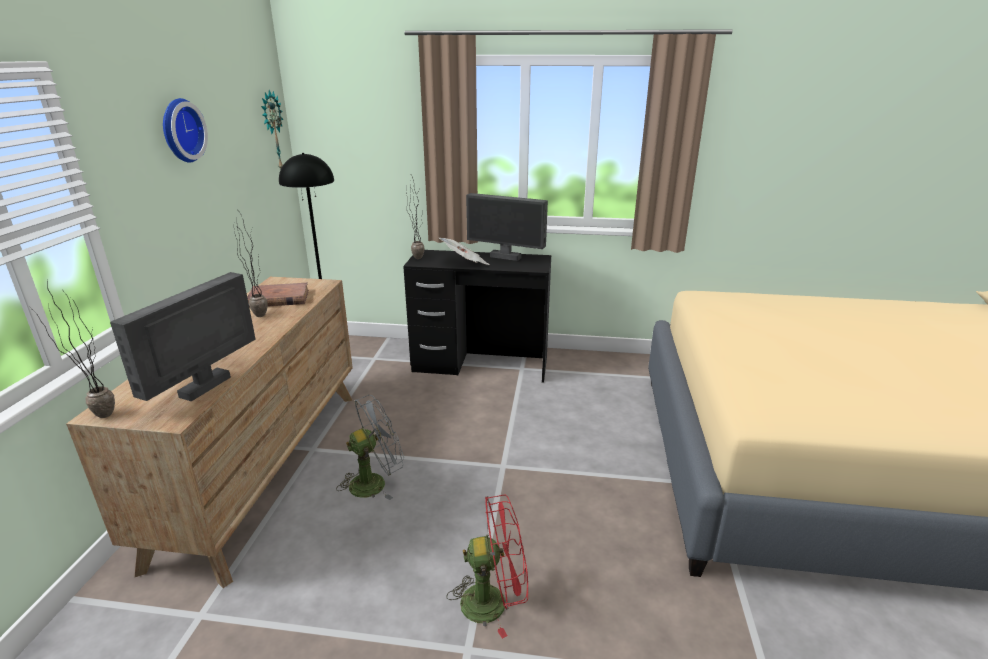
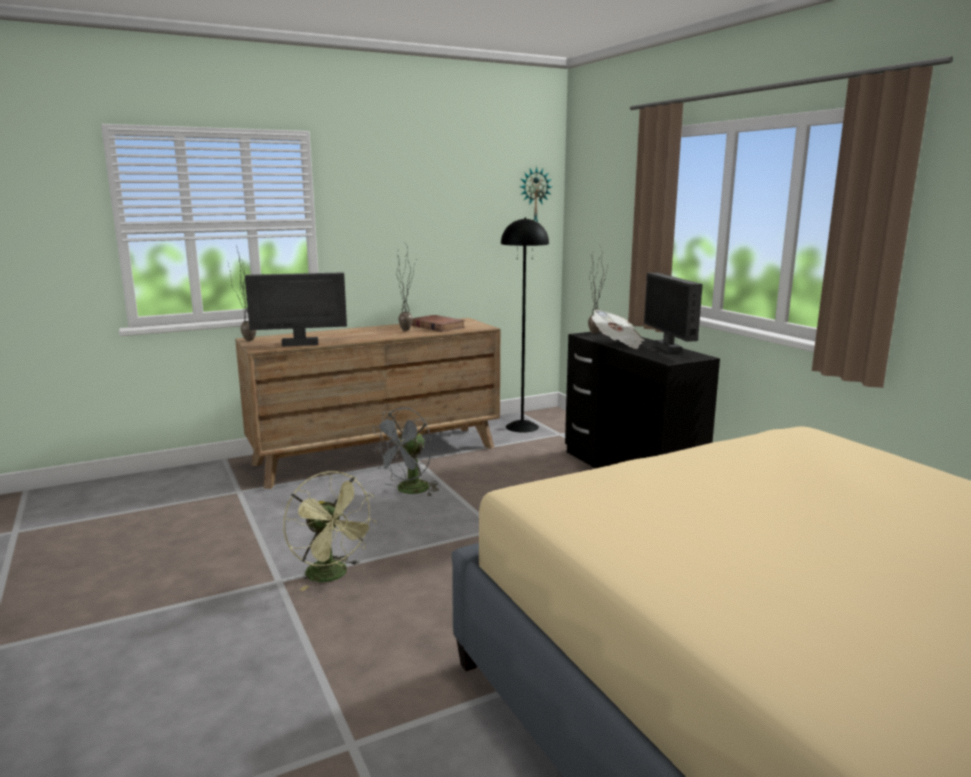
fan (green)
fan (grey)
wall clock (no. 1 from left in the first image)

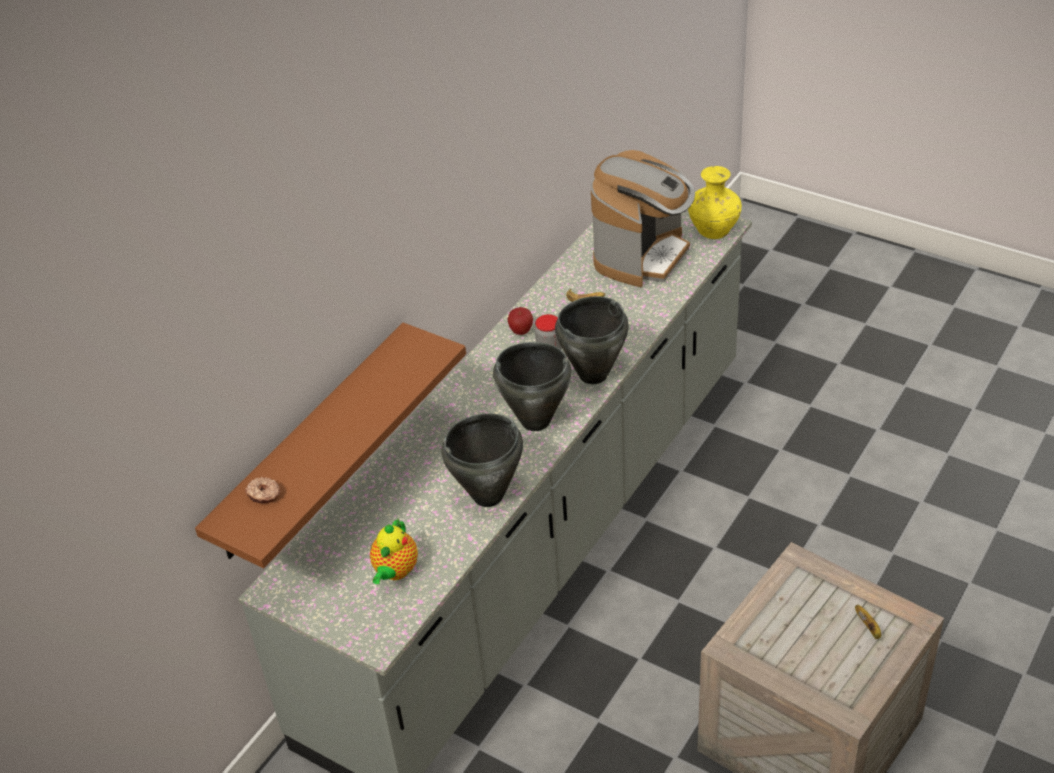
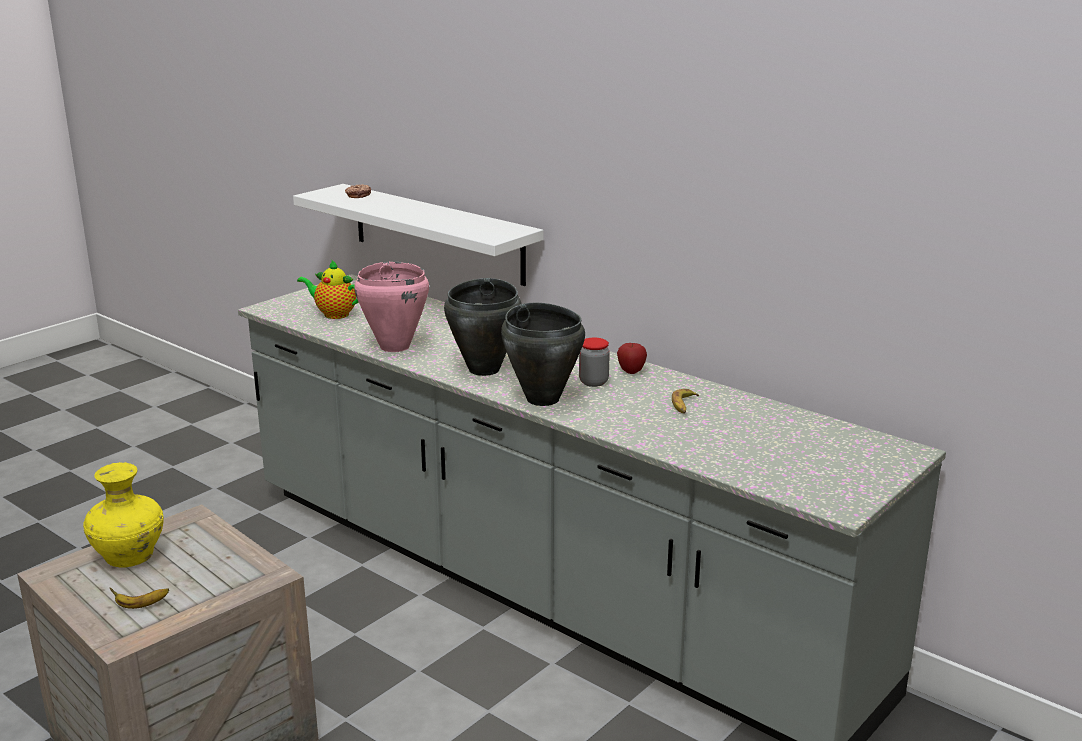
vase (yellow)
shelf (white)
cooking pot (pink)
coffee machine

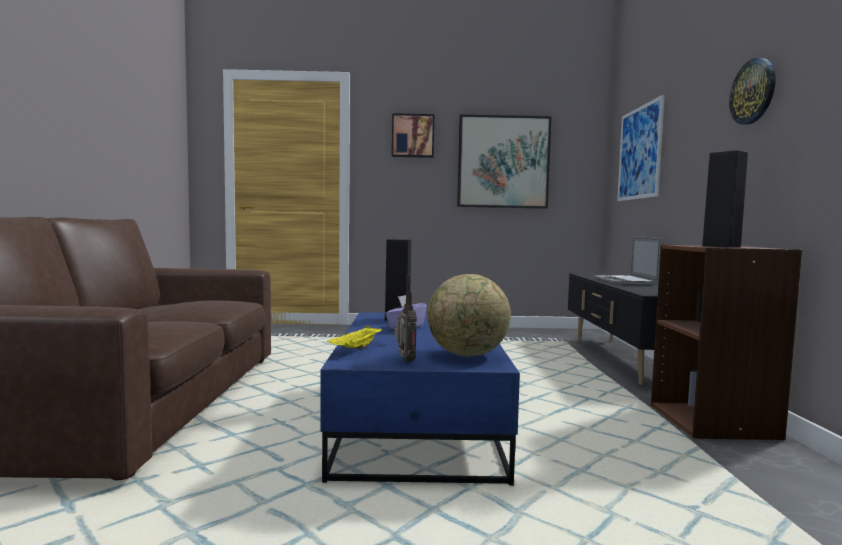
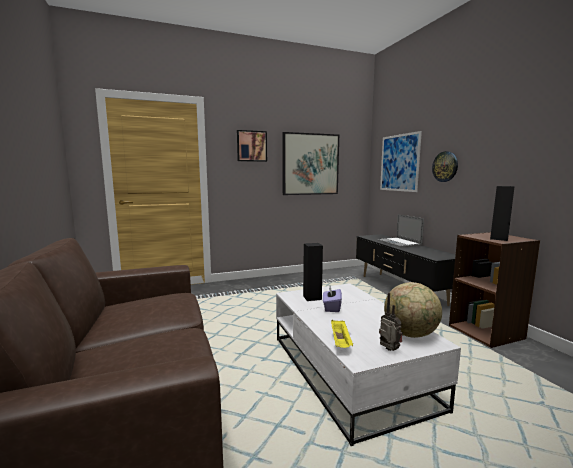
coffee table (white)
wall clock

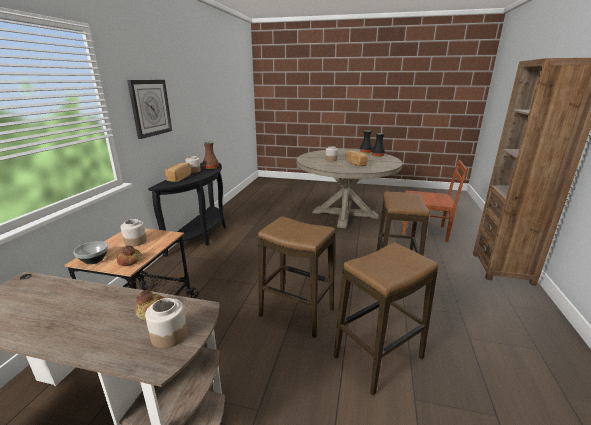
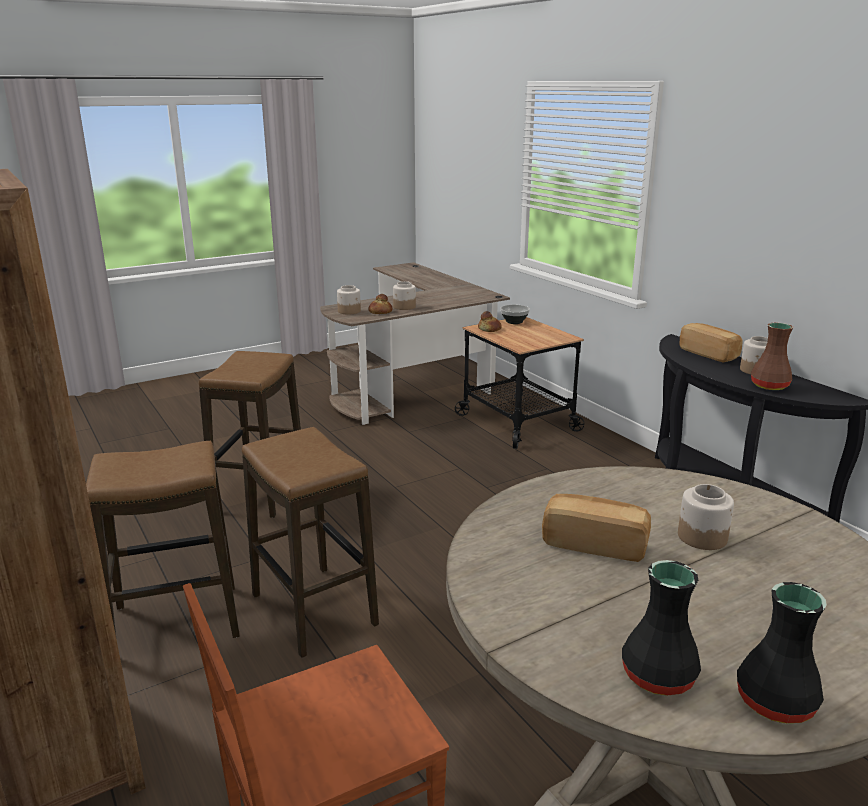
stool (no. 1 from left)
jar (no. 2 from left)
wall clock

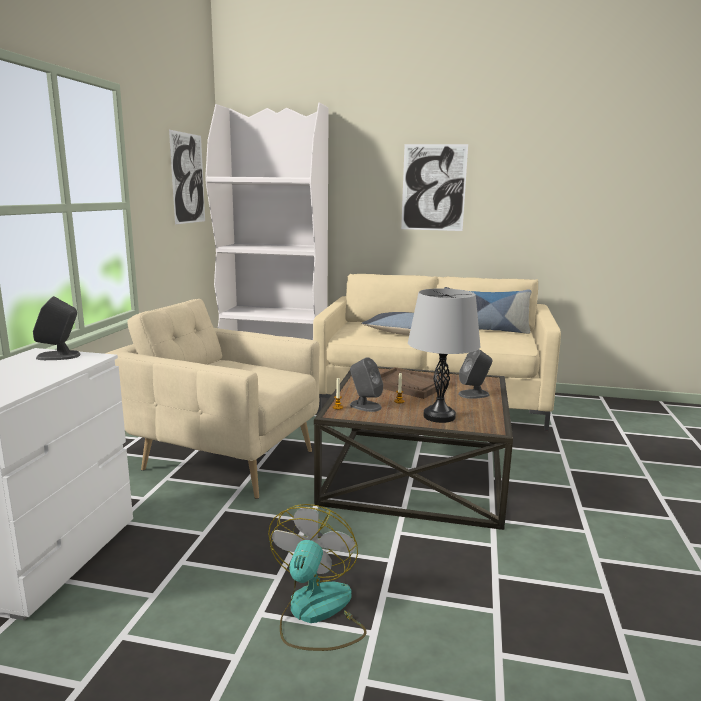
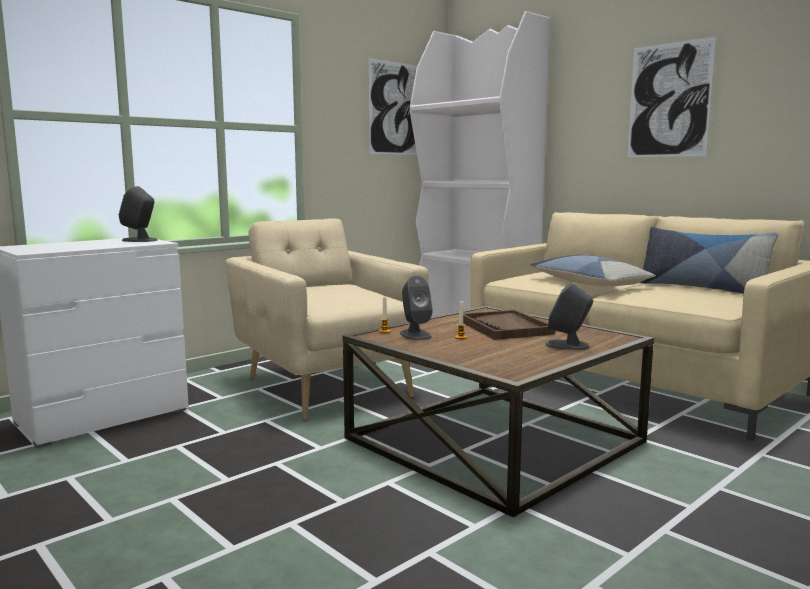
fan
table lamp (grey)

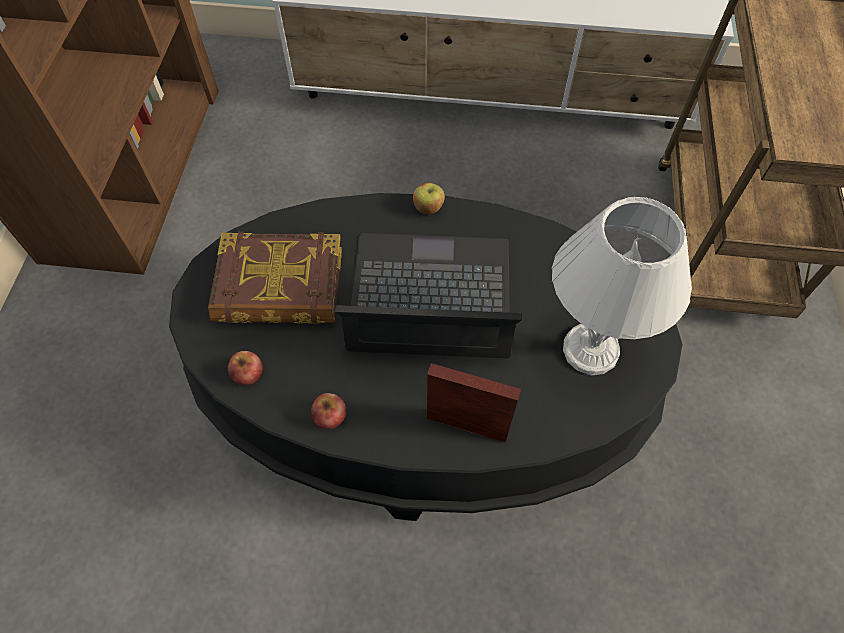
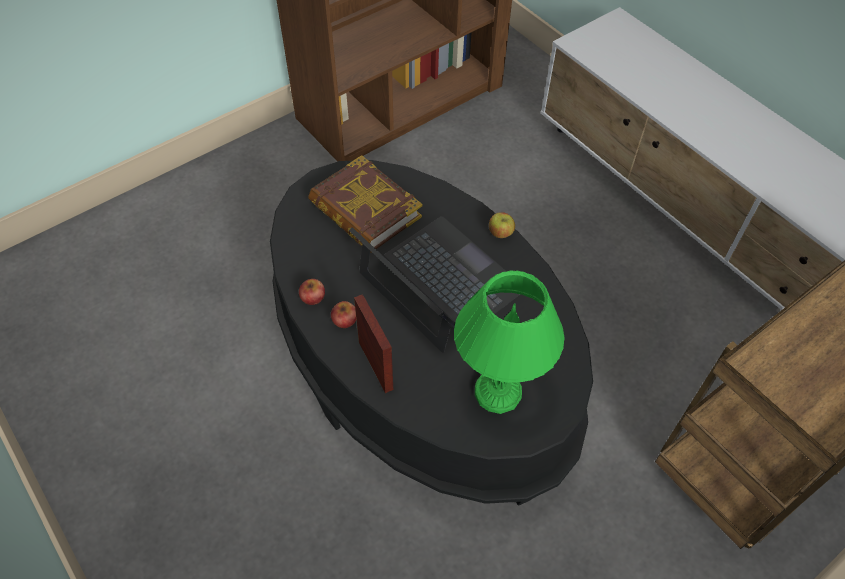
apple (no. 2 from left)
table lamp (green)

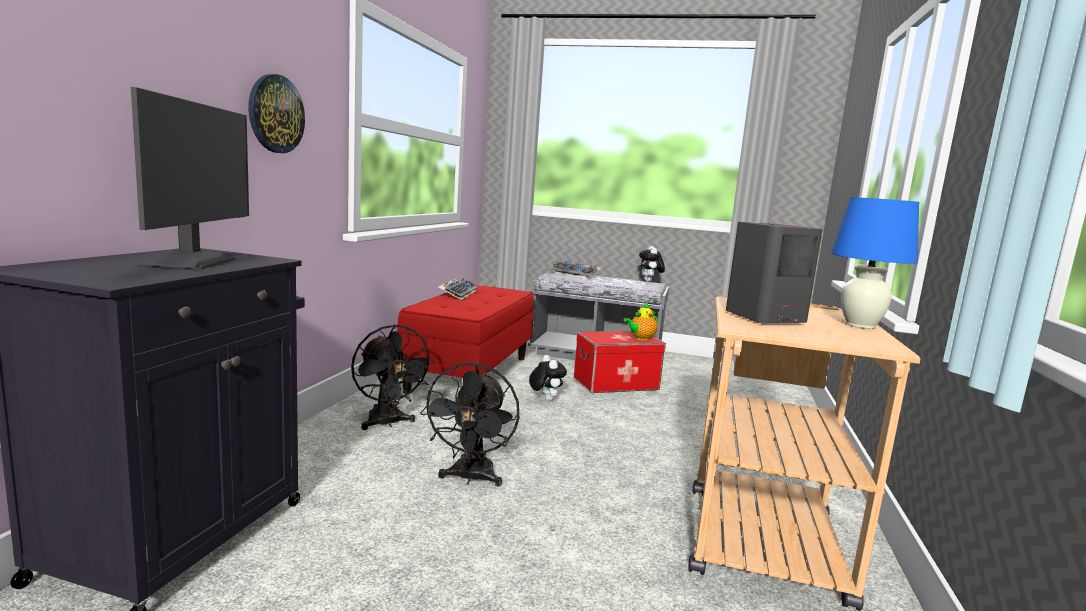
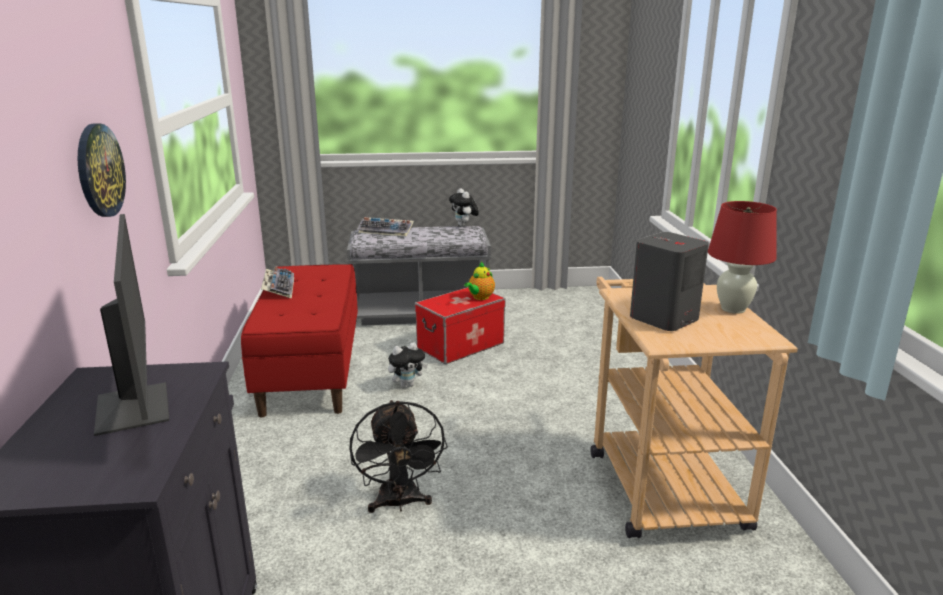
plush toy (no. 1 from left)
table lamp (red)
fan (black) (no. 1 from left in the first image)

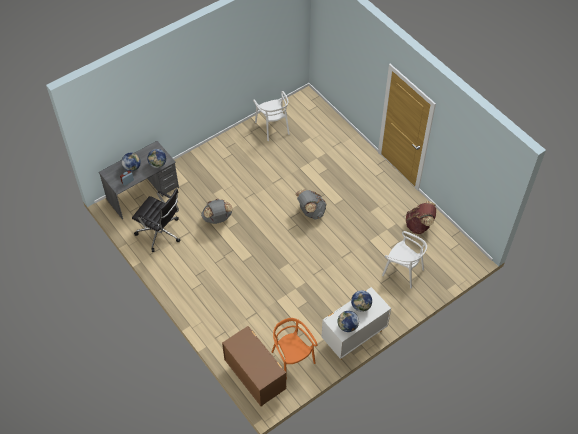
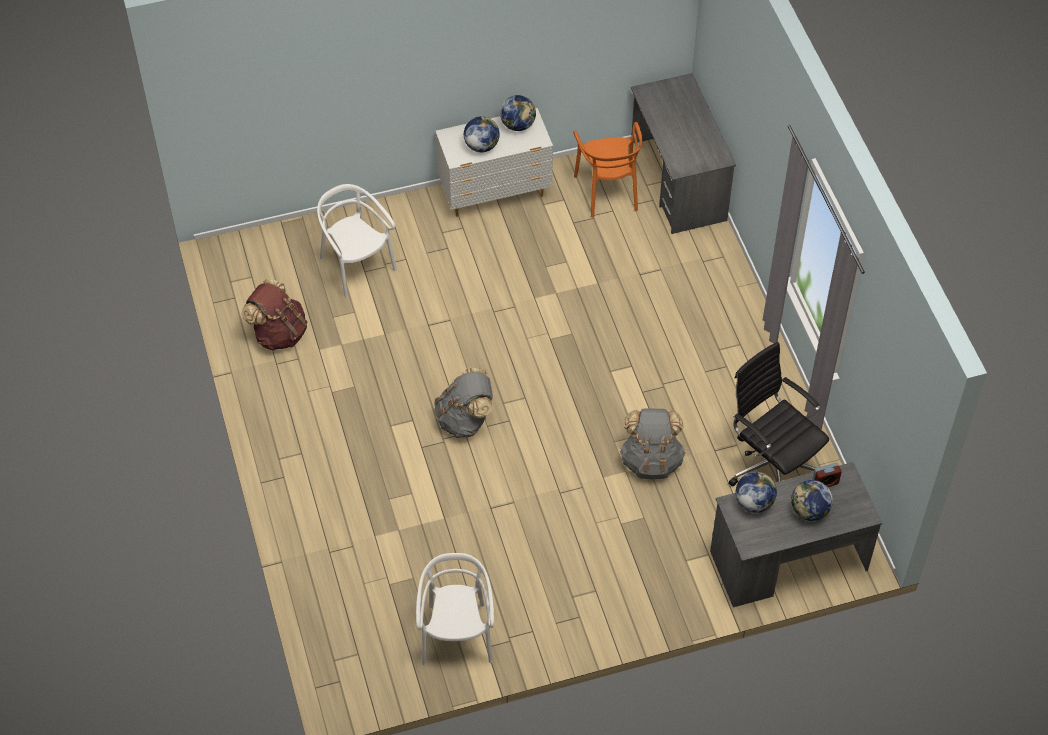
desk (grey) (no. 1 from left)

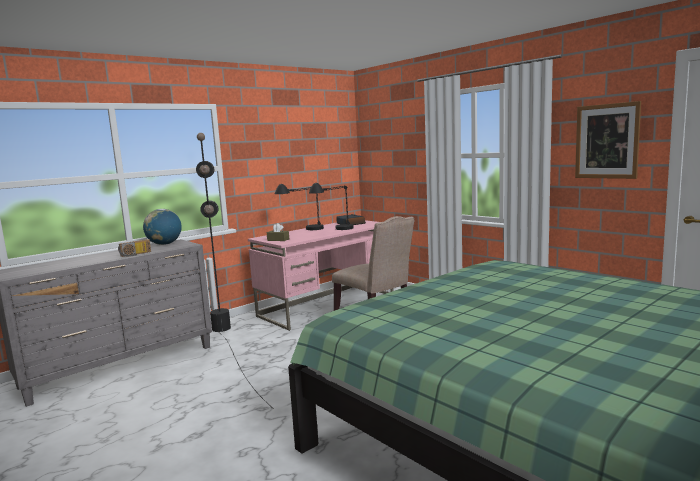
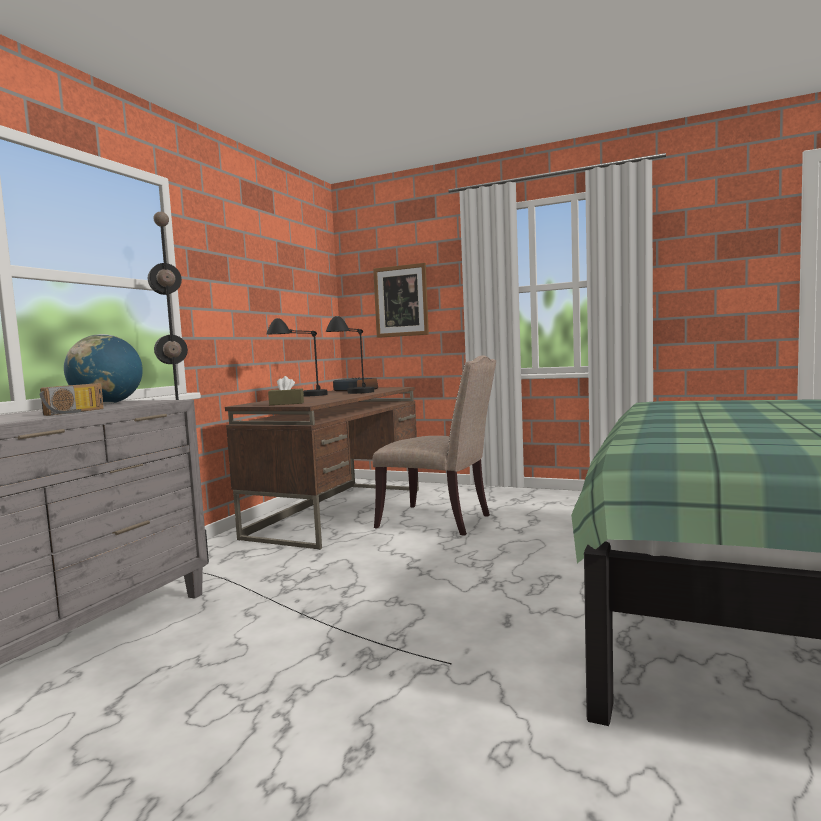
desk (brown)
picture

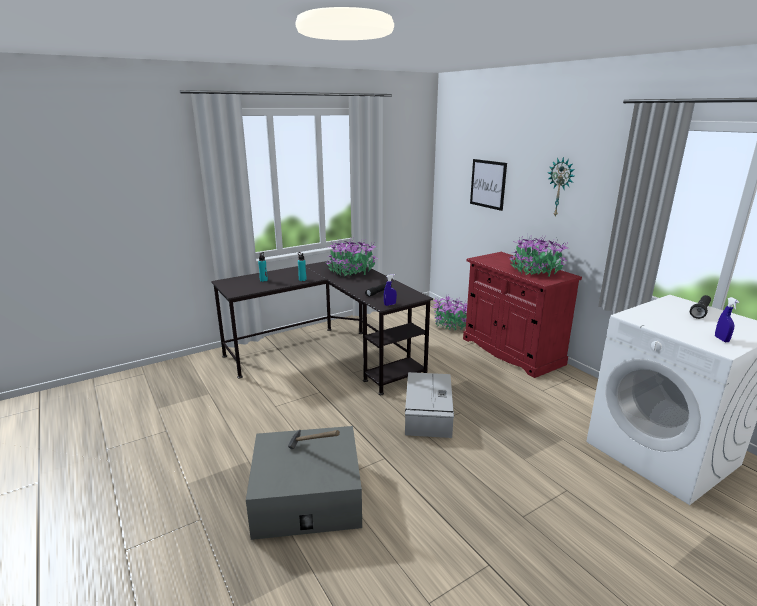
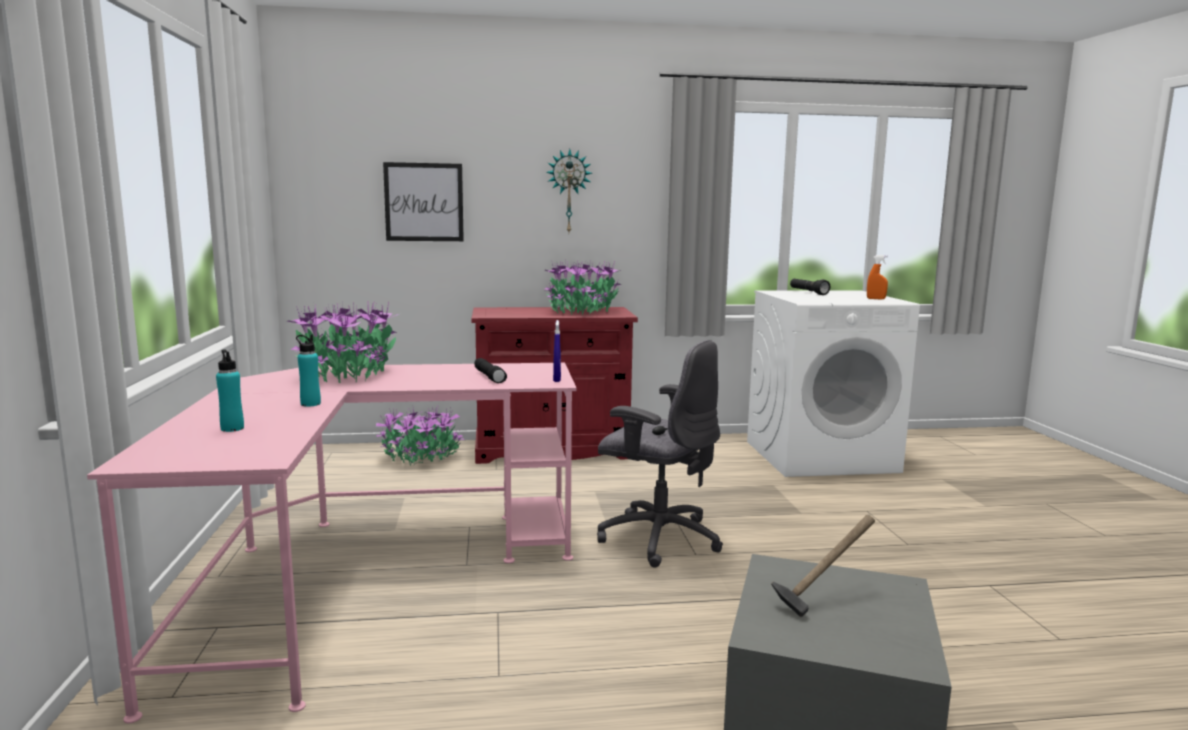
desk (pink)
office chair (grey)
spray bottle (orange)

